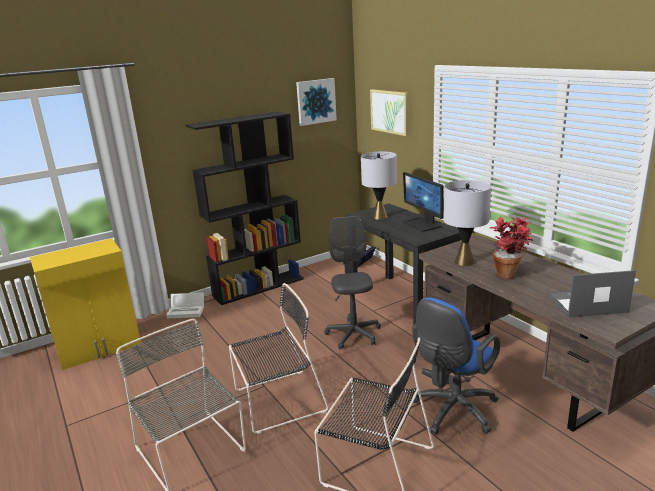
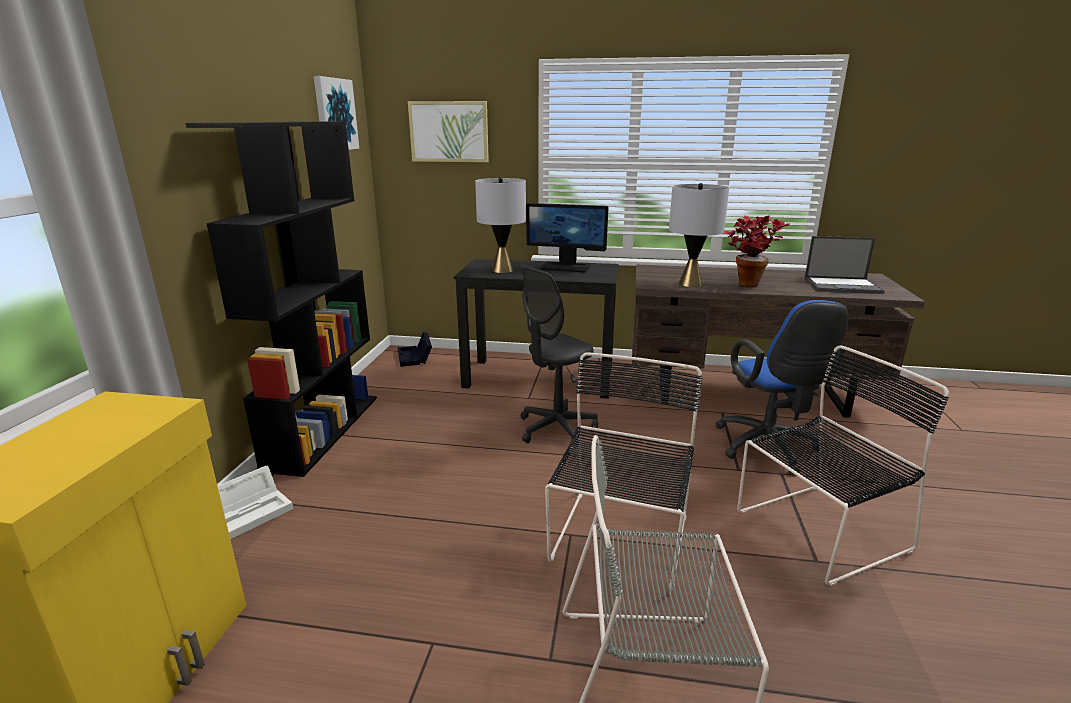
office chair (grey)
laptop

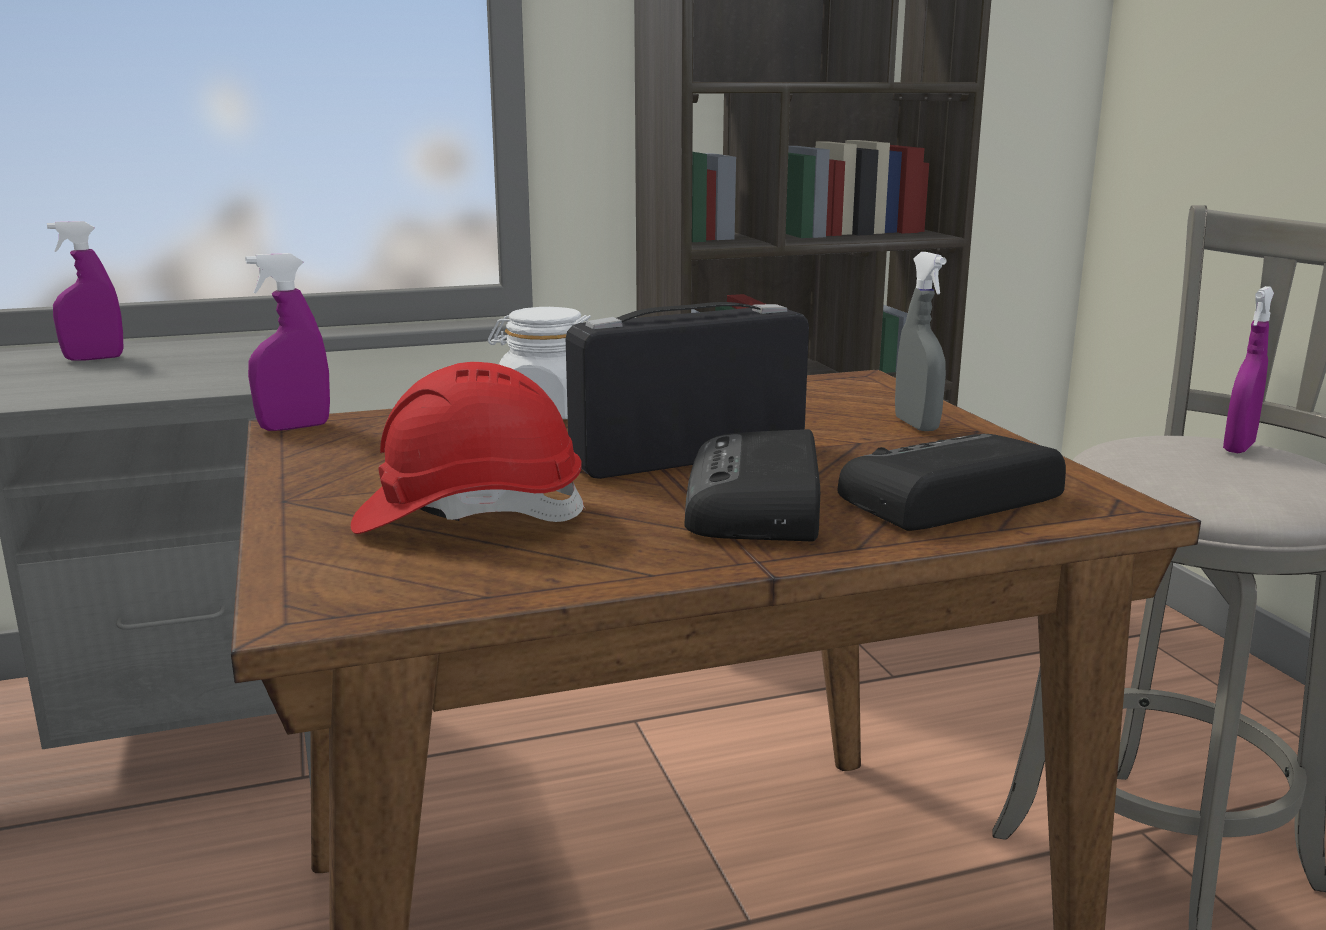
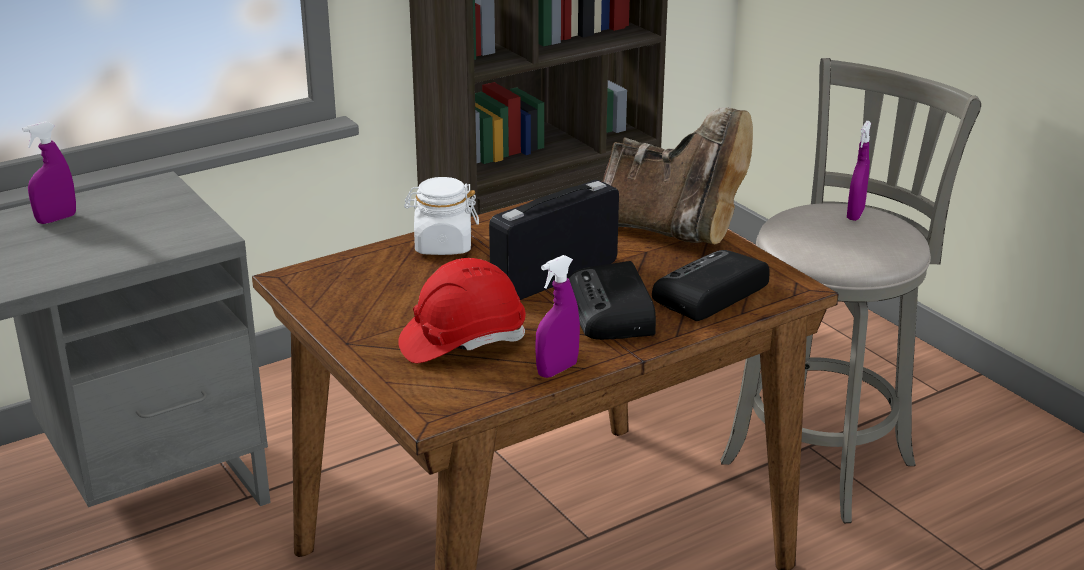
spray bottle (purple) (no. 2 from left)
boot (brown)

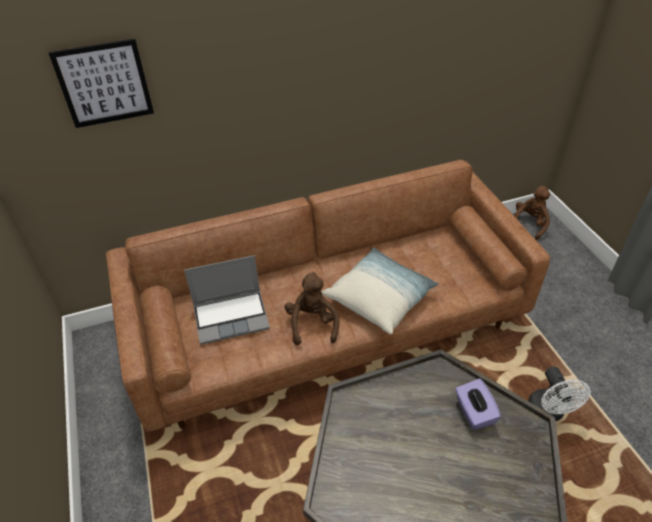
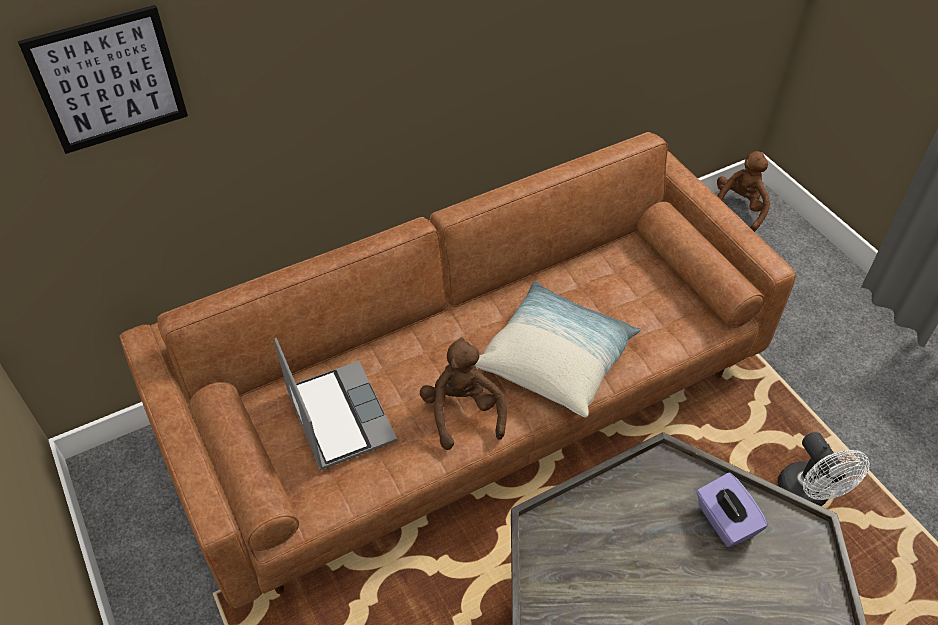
laptop

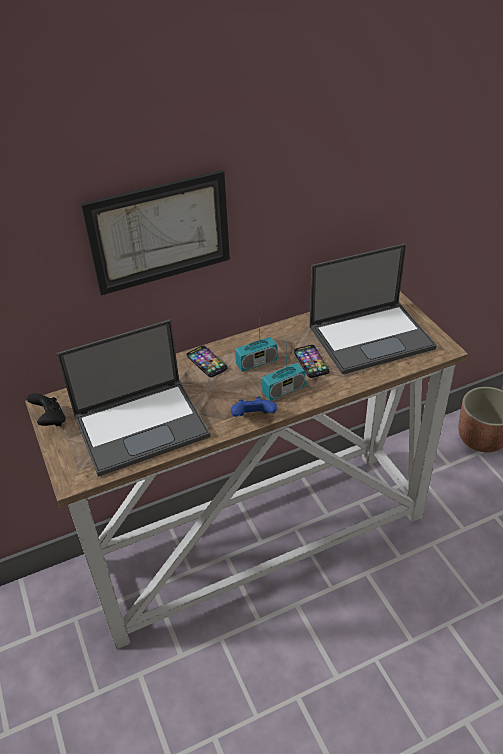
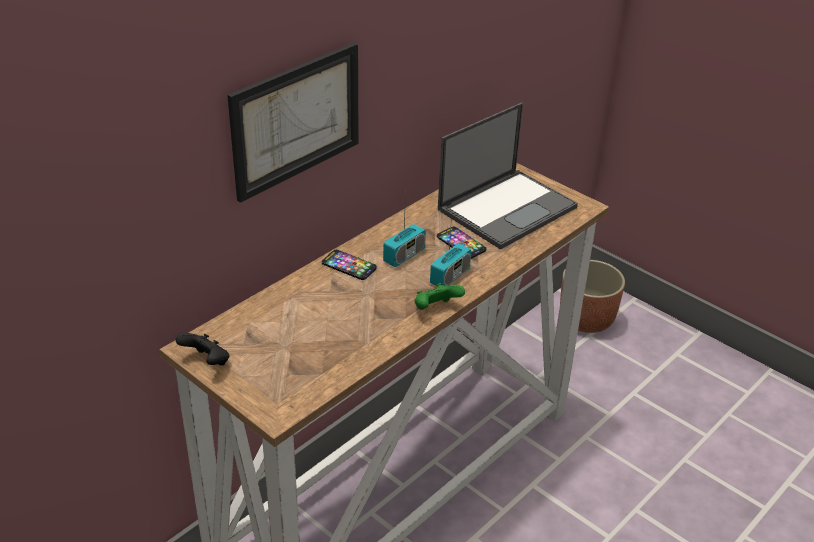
game controller (green)
laptop (no. 1 from left in the first image)

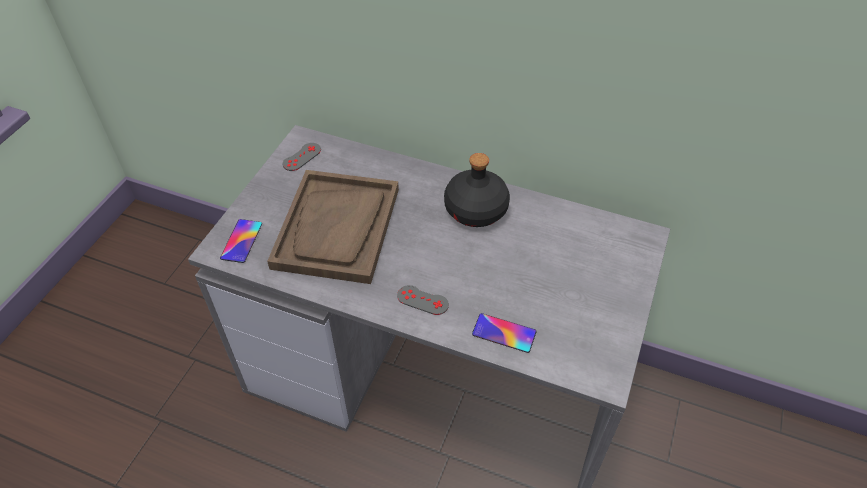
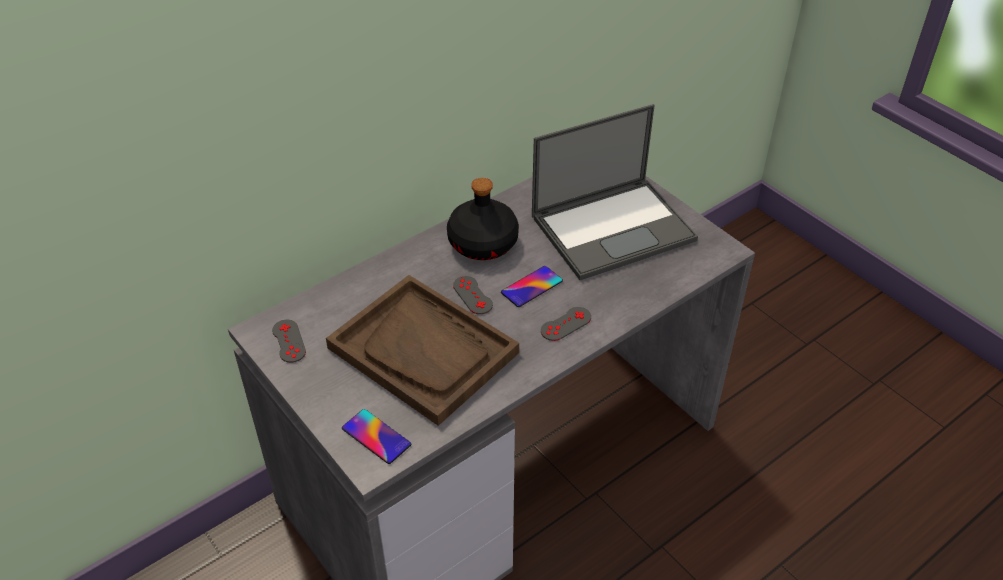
game controller (grey) (no. 2 from left)
phone (no. 2 from left)
laptop

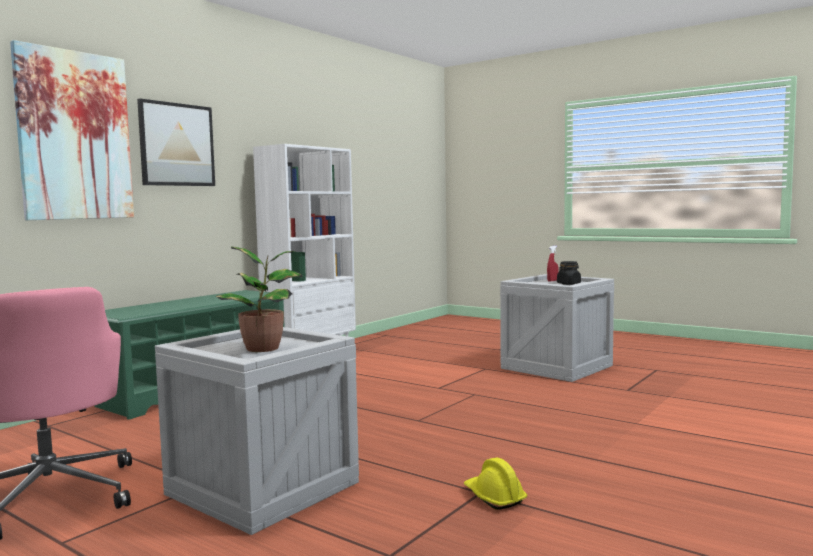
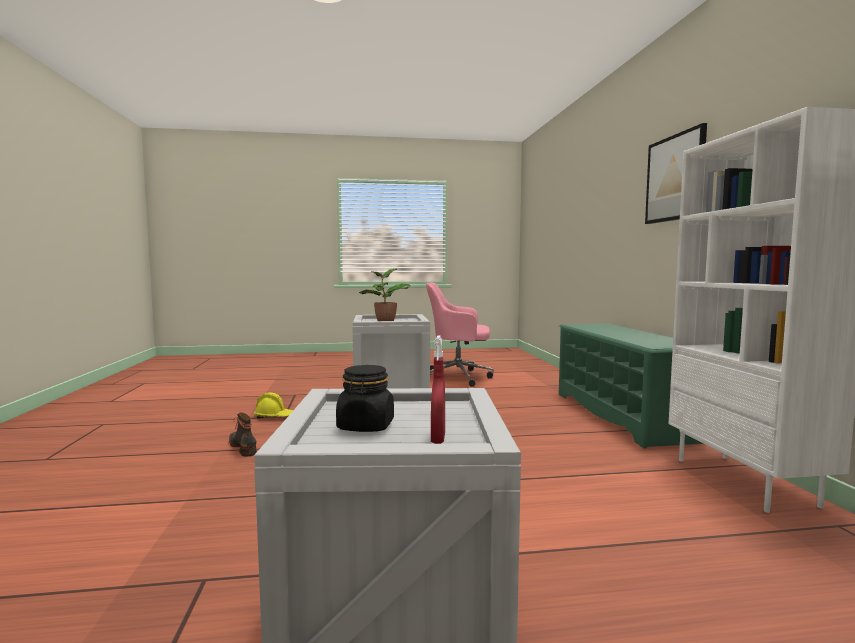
boot
picture (no. 1 from left in the first image)

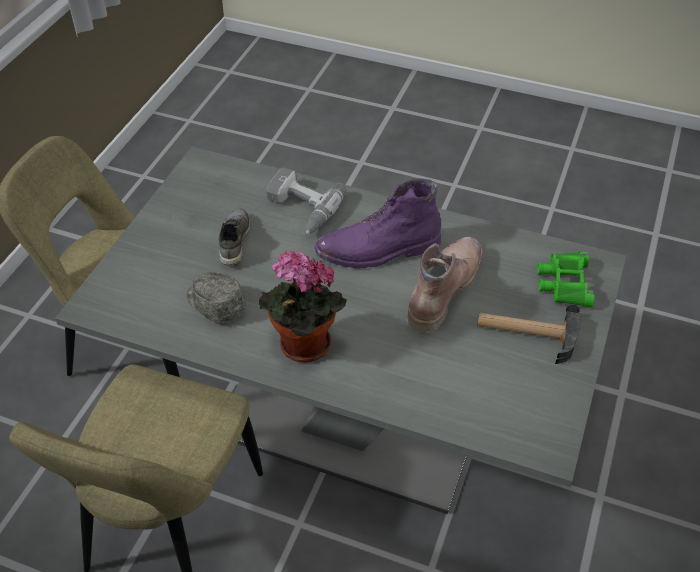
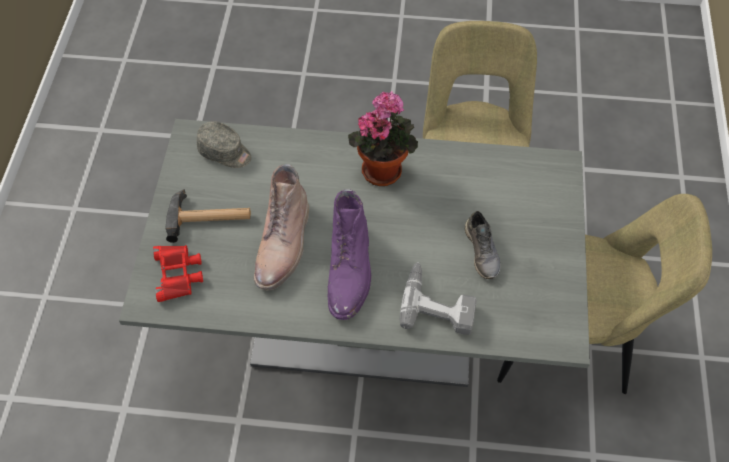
binoculars (red)
cap (grey)
boot (purple)

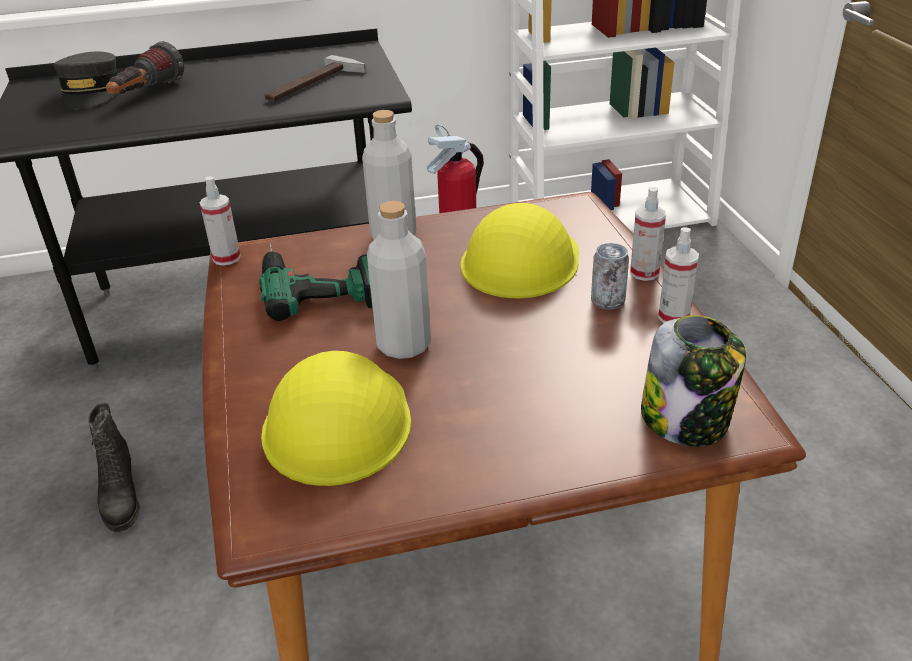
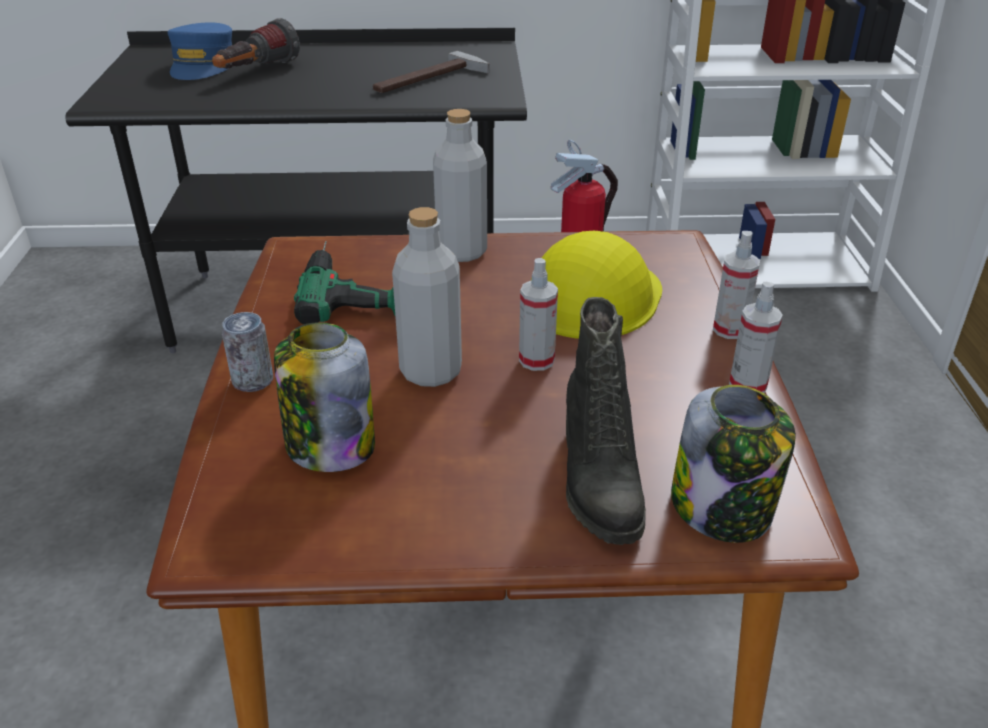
cap (blue)
can
jar (no. 1 from left)
spray bottle (no. 1 from left)
boot (black)

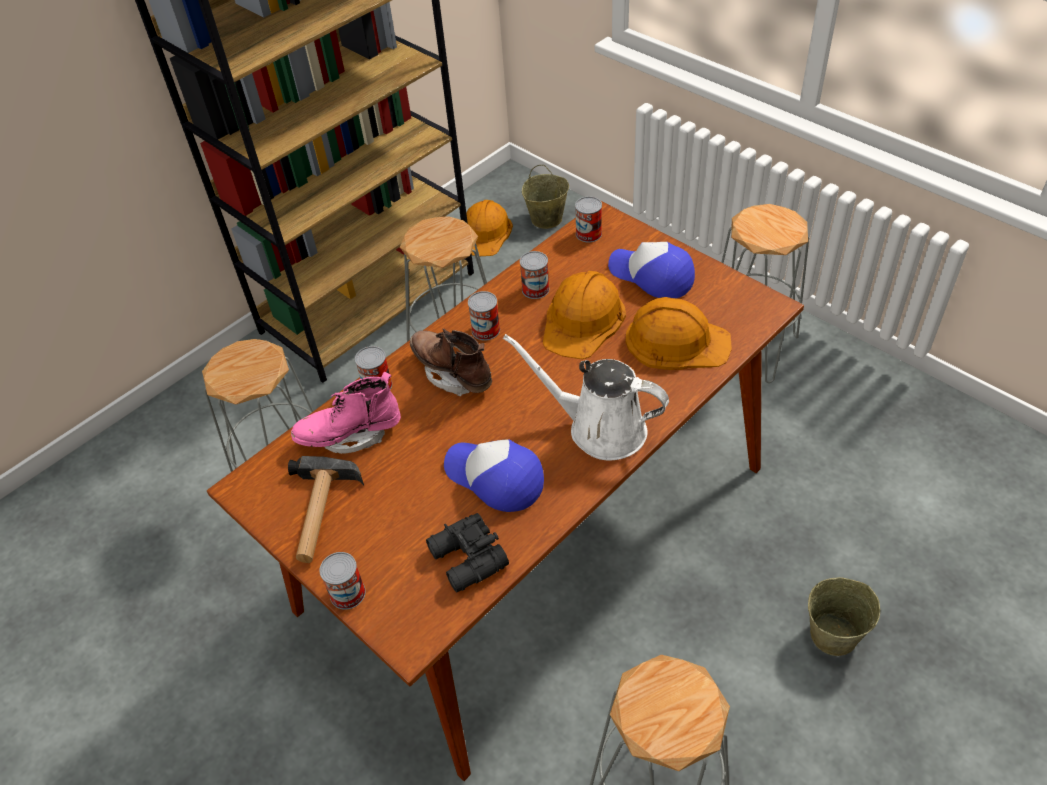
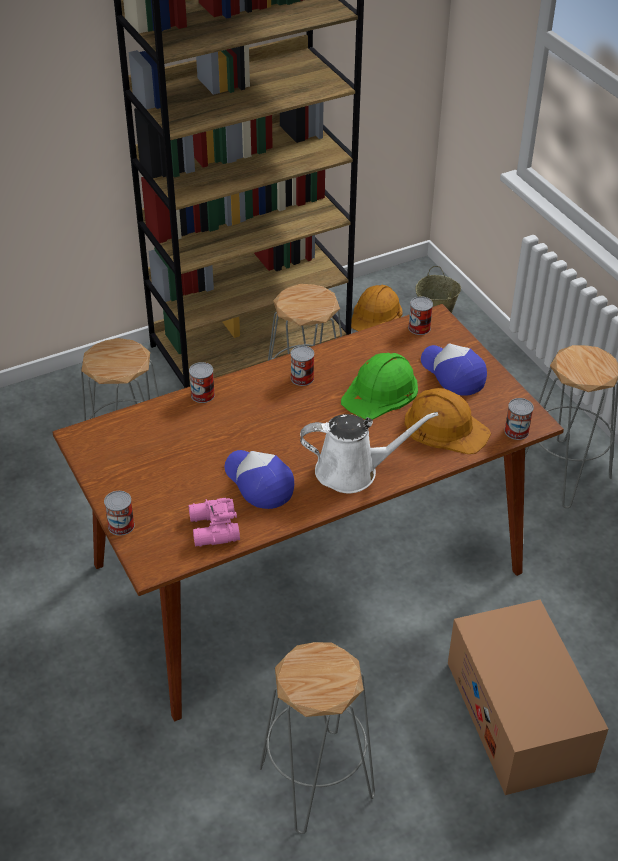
binoculars (pink)
watering can (white)
hard hat (green)
cardboard box
can (no. 5 from left)
hammer
boot (pink)
boot (brown)

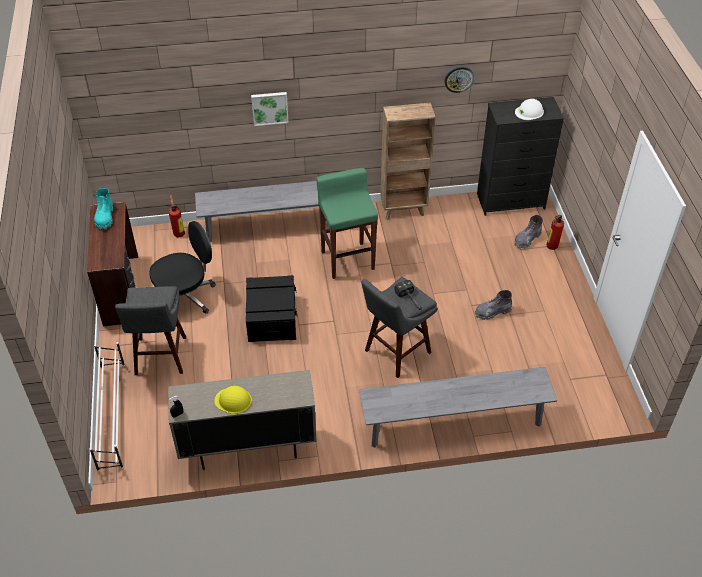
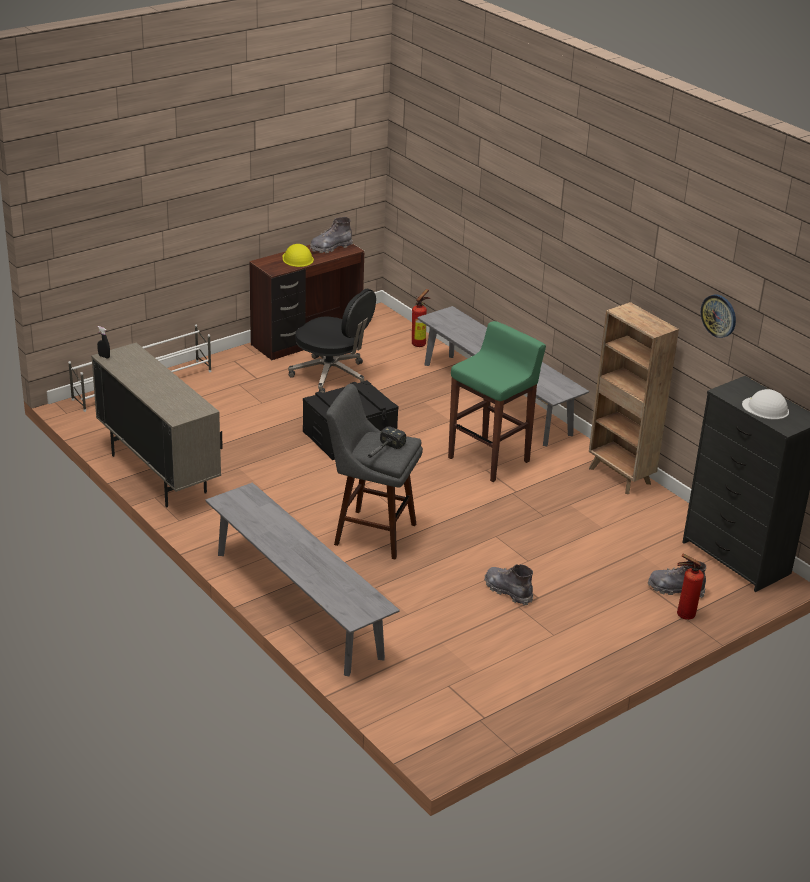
hard hat (yellow)
boot (grey) (no. 1 from left)
stool (grey) (no. 1 from left in the first image)
picture

